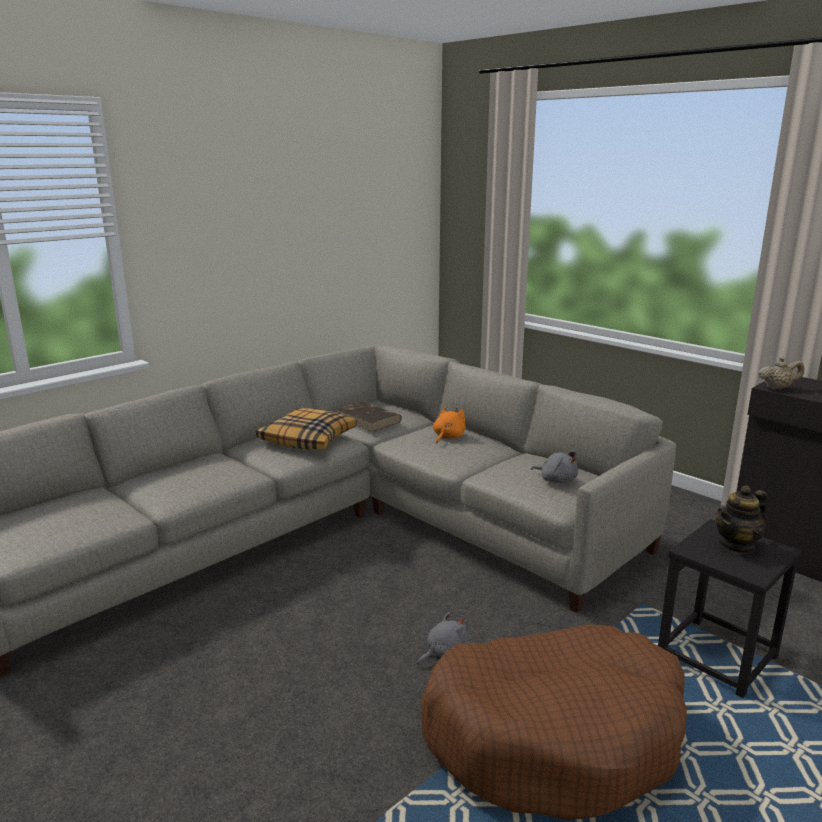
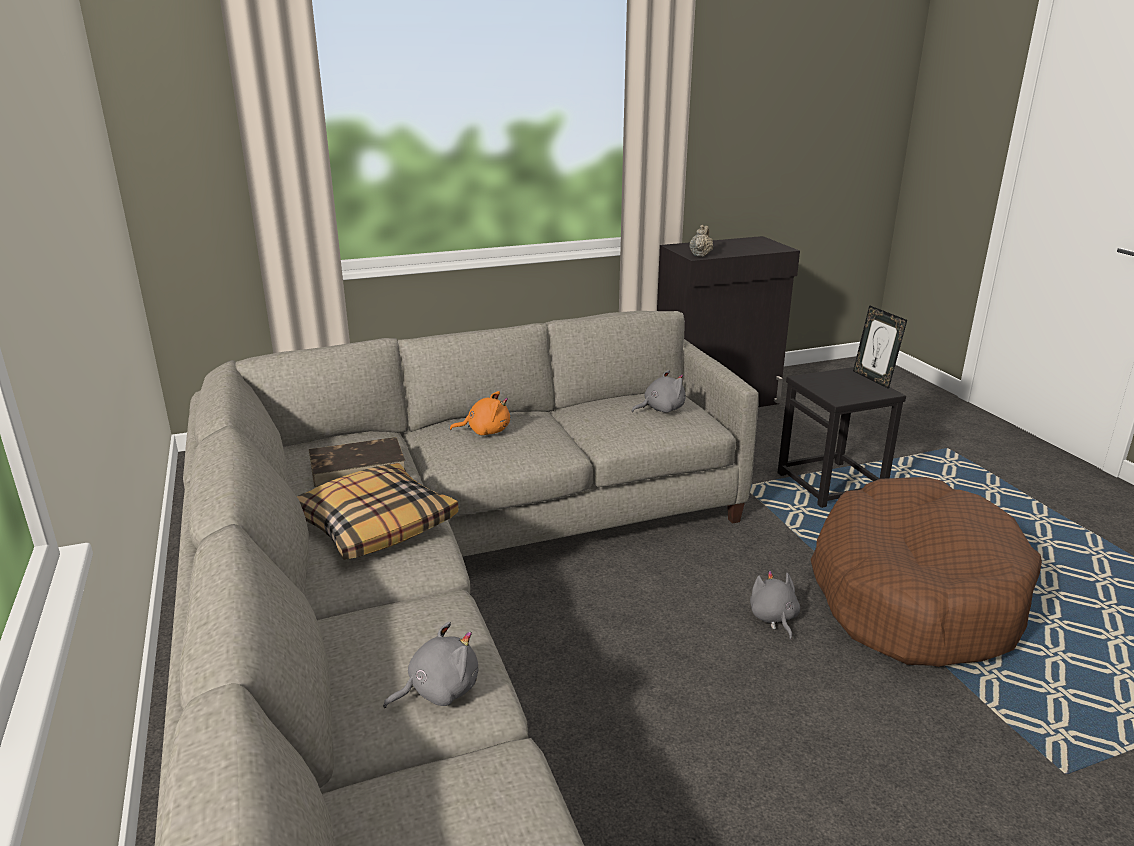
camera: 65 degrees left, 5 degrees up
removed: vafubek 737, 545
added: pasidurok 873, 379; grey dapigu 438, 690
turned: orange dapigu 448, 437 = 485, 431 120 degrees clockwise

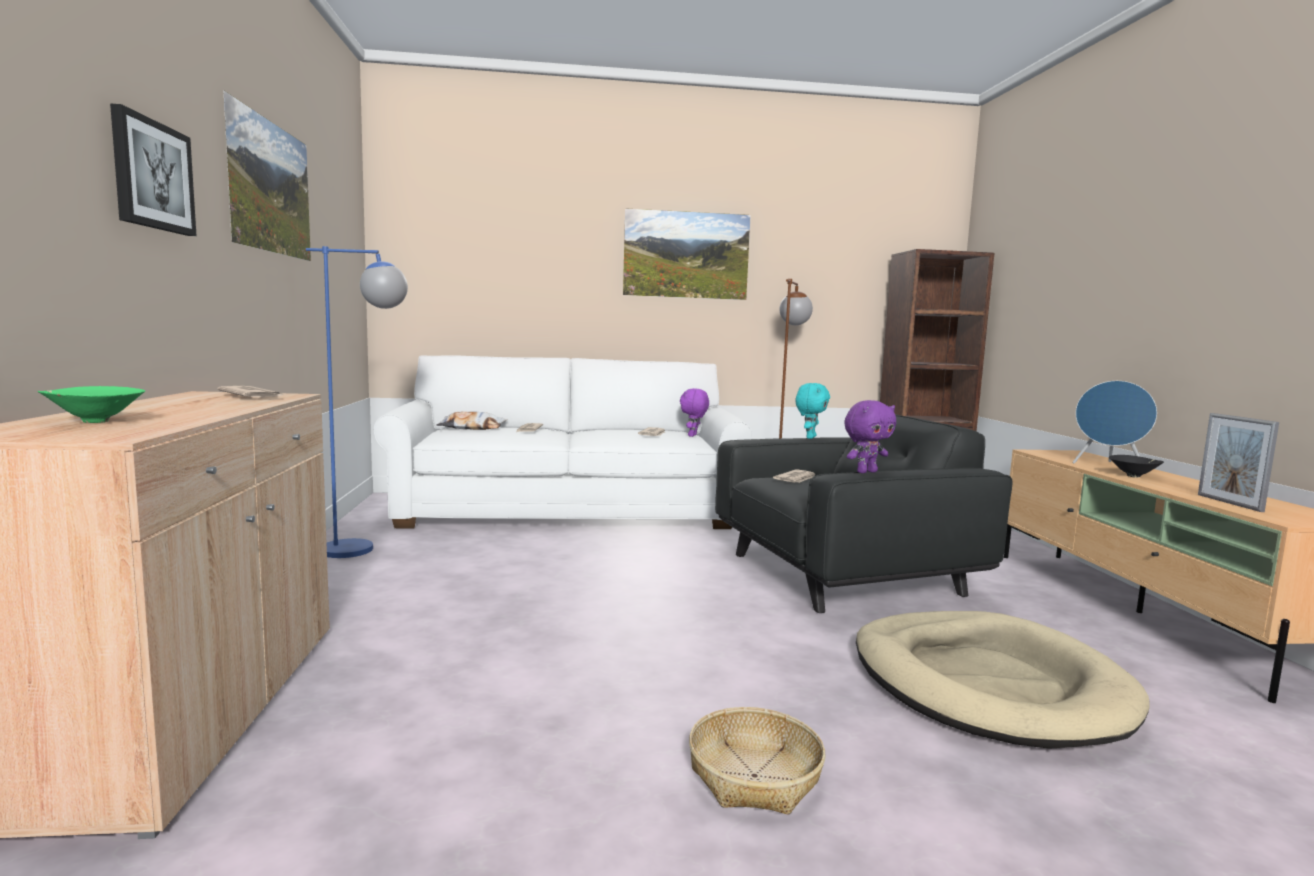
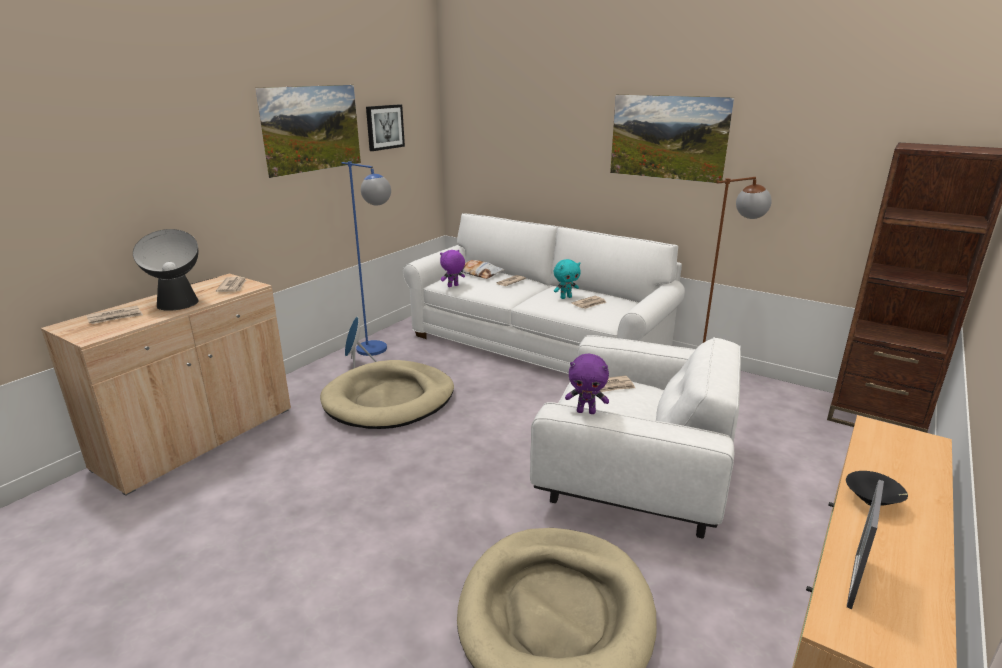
camera: 40 degrees right, 15 degrees up
removed: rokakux 755, 776
added: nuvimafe 179, 301; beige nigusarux 389, 399
moved: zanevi 152, 175 to 384, 127; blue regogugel 1108, 466 to 357, 366; turquoise dapigu 809, 437 to 565, 297; purple dapigu 693, 435 to 453, 286
replaced: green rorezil 93, 422 to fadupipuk 115, 317
recoloured: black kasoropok 842, 574 to white kasoropok 635, 474

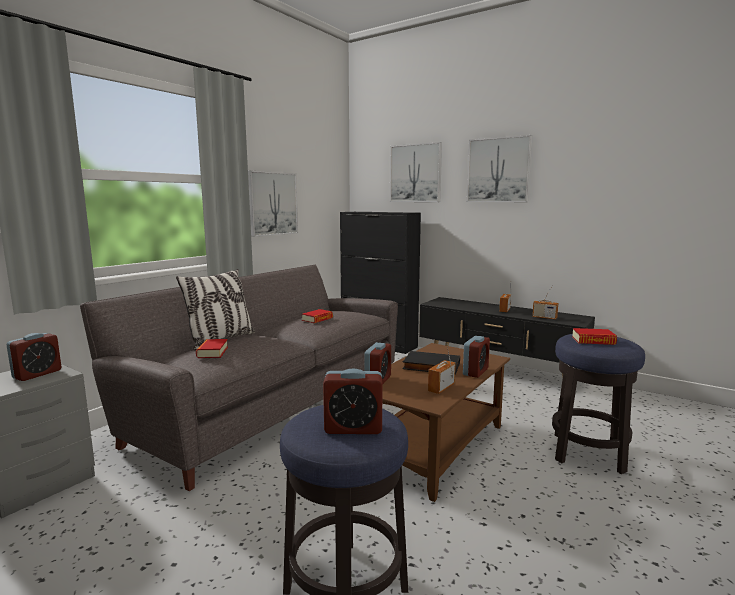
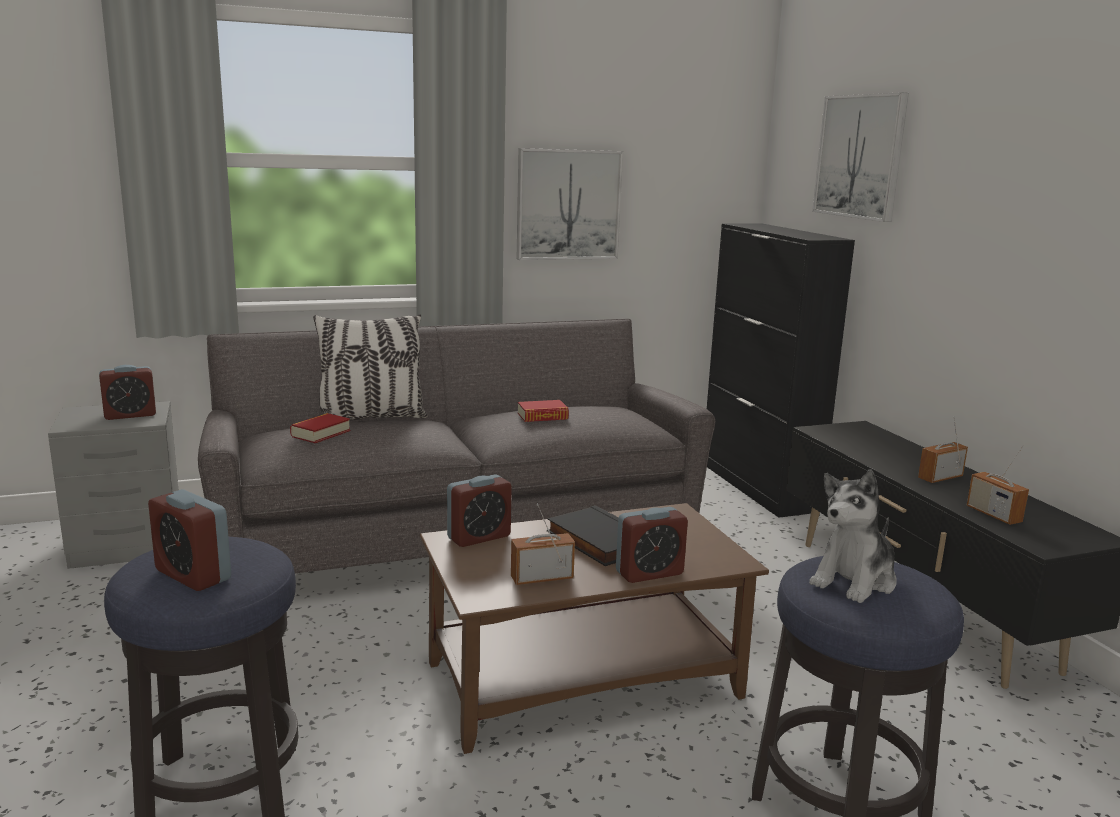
camera: 35 degrees right, 5 degrees up
removed: zanevi 498, 170
replaced: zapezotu 593, 341 to dapigu 854, 580

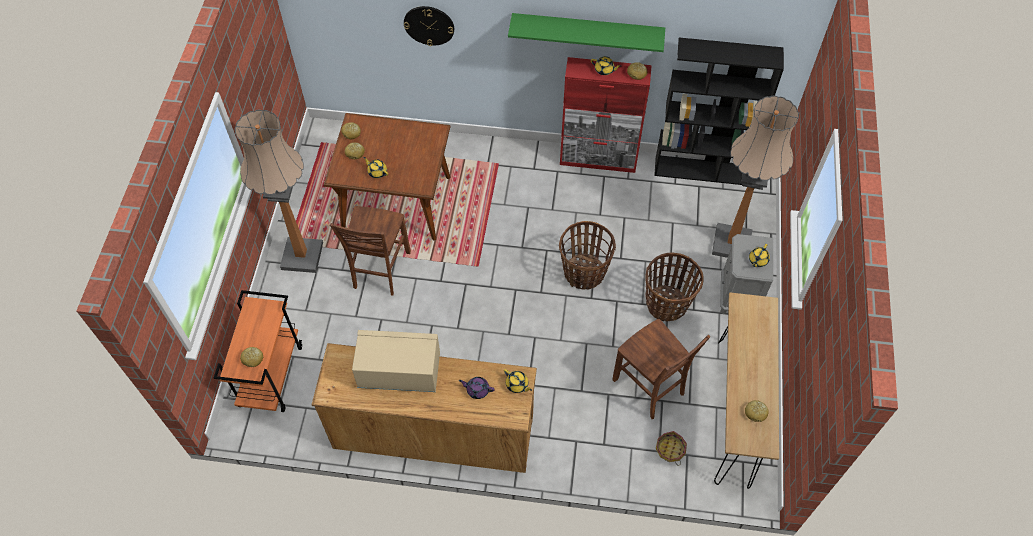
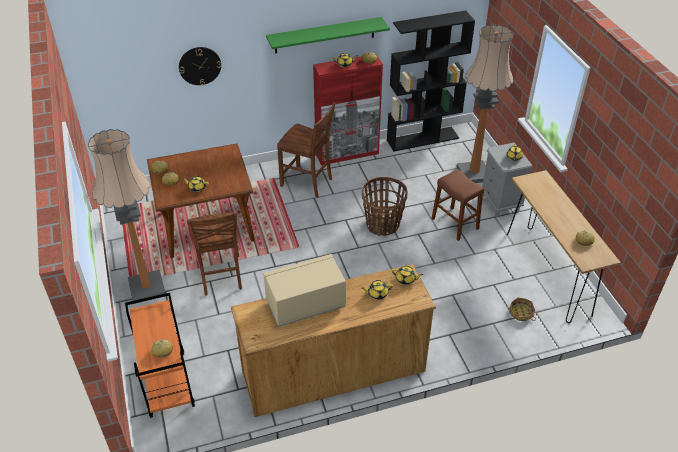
camera: 25 degrees left, 15 degrees down
moved: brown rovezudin 649, 387 to 307, 182
replaced: rokakux 667, 304 to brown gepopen 455, 223
recoloured: purple vafubek 477, 390 to yellow vafubek 377, 294

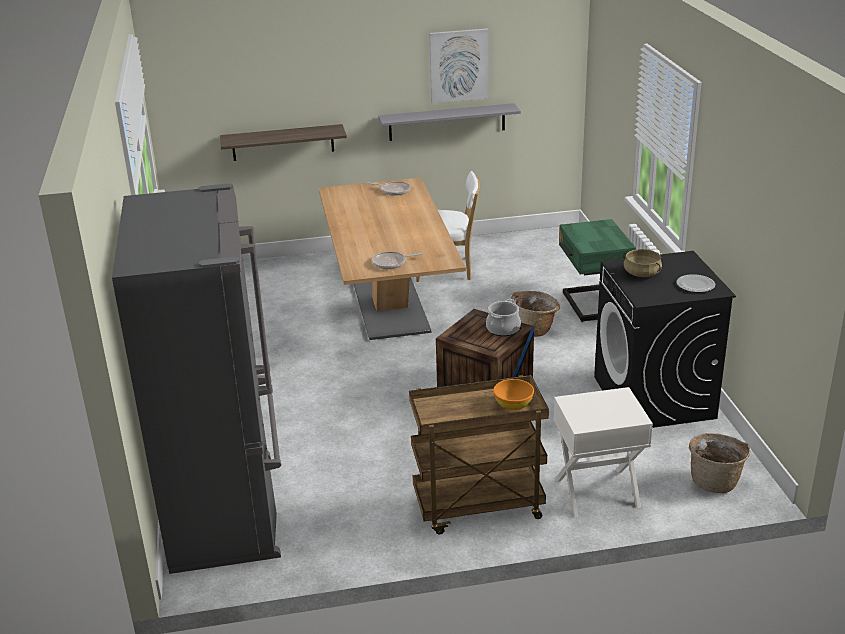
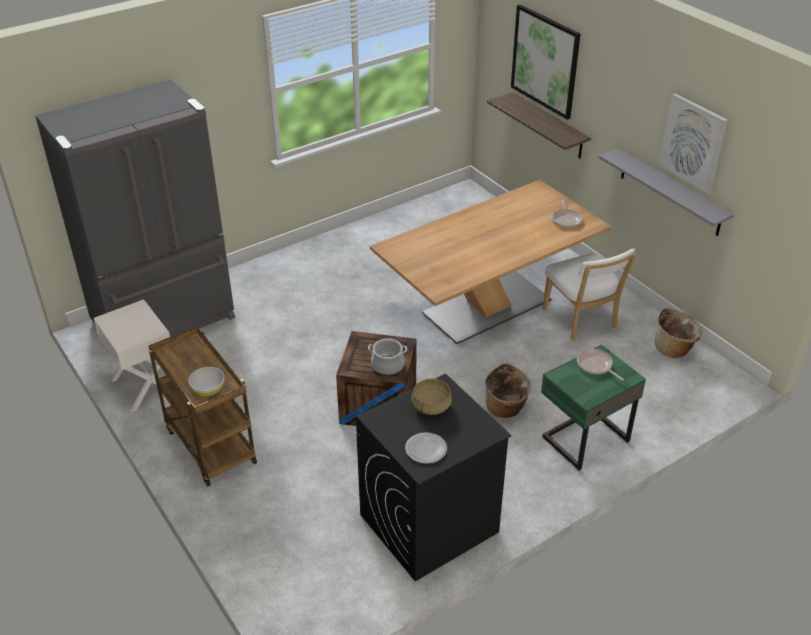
camera: 65 degrees right, 10 degrees up
added: zanevi 545, 61
moved: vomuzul 391, 263 to 595, 366; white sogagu 597, 493 to 144, 386; rokakux 715, 481 to 674, 349
recoloured: orange rorezil 513, 404 to white rorezil 208, 389

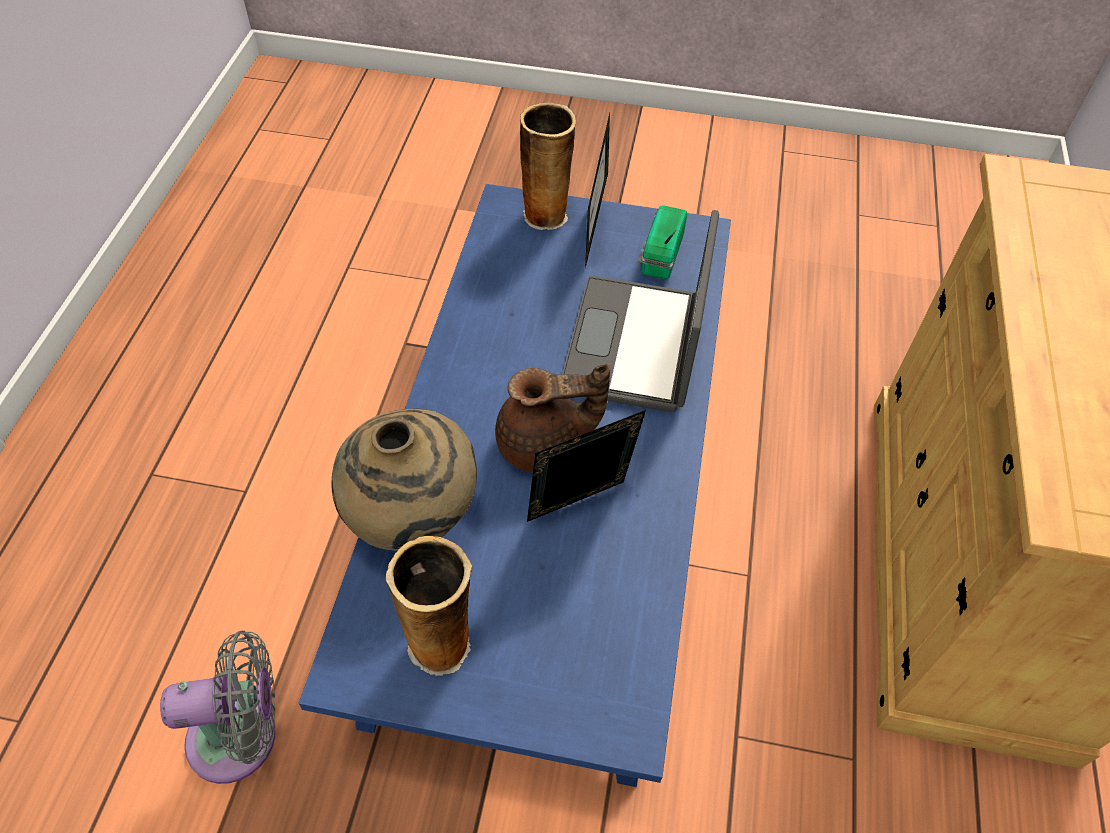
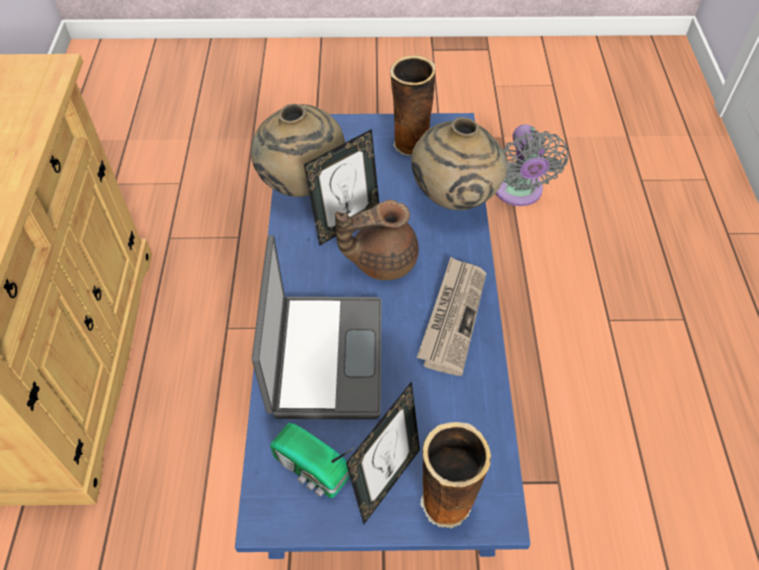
camera: 170 degrees right, 0 degrees up
added: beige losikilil 303, 187; fadupipuk 452, 316
turned: pasidurok 593, 237 = 386, 481 45 degrees clockwise; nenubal 659, 255 = 312, 470 120 degrees clockwise; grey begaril 242, 737 = 518, 192 75 degrees counterclockwise

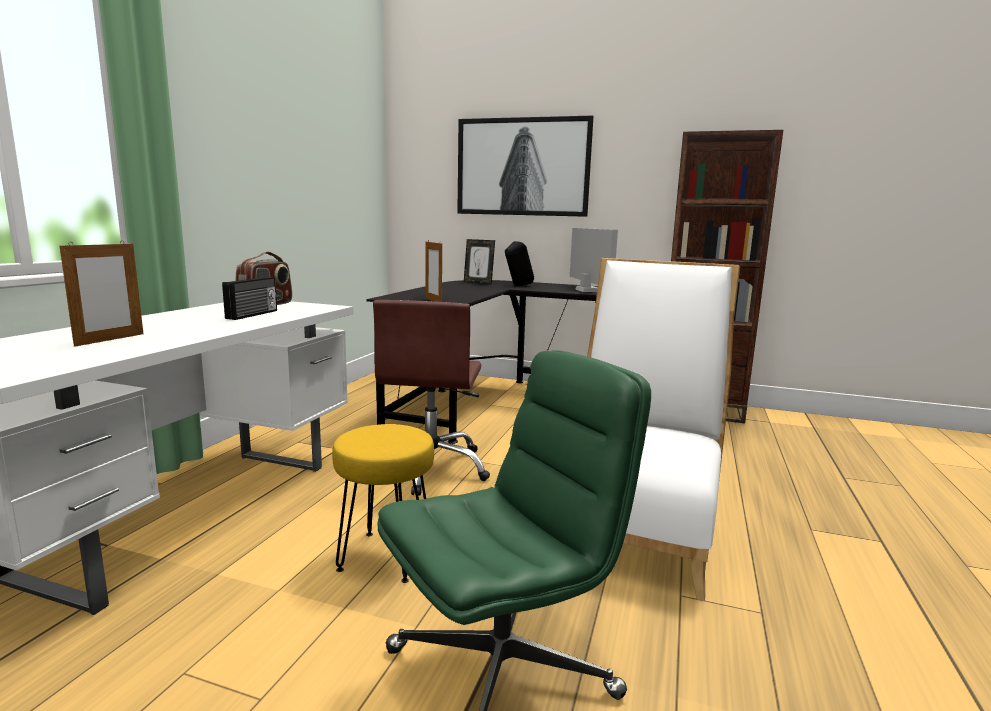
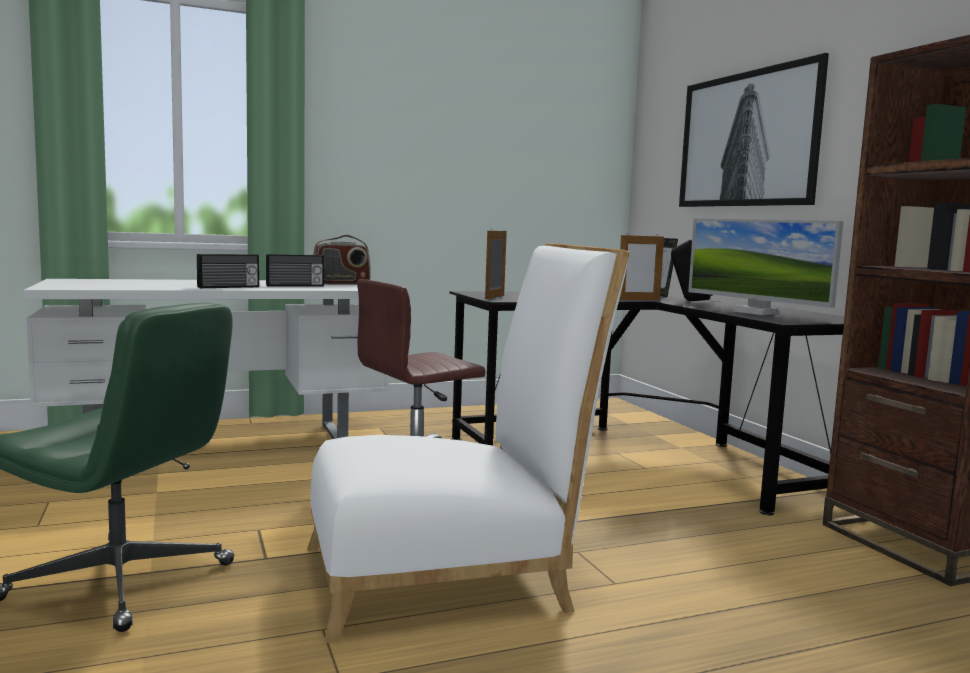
camera: 50 degrees right, 5 degrees down
removed: yellow gepopen 386, 556
added: nenubal 229, 287
moved: pasidurok 110, 339 to 638, 299
turned: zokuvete 588, 290 = 755, 312 105 degrees clockwise

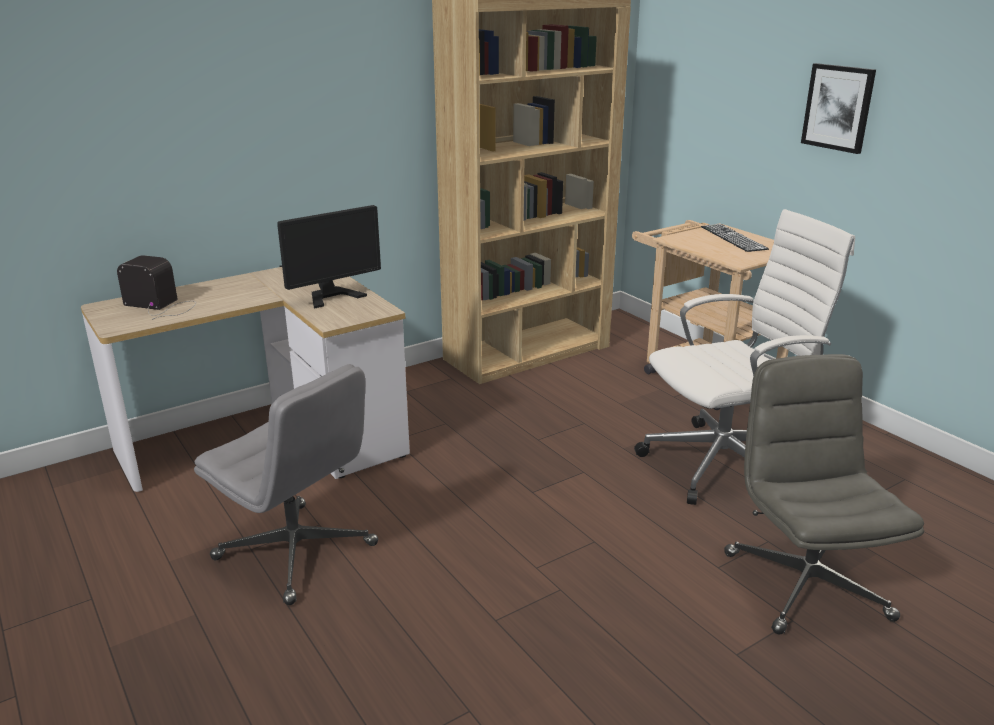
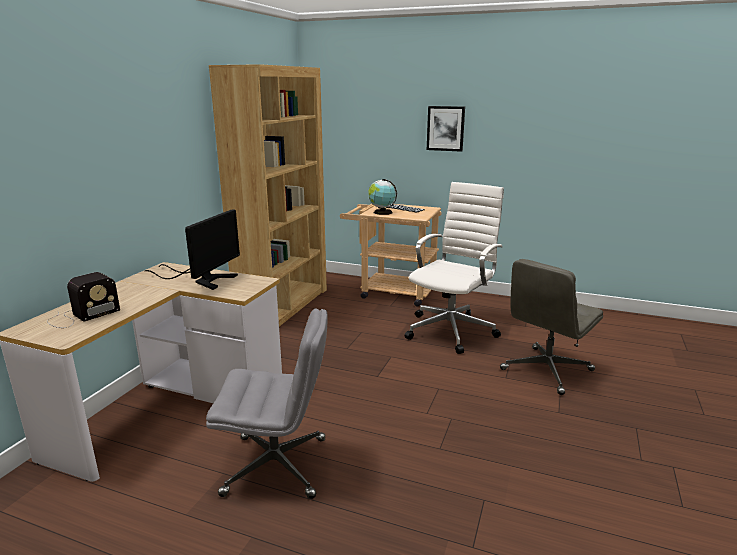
camera: 35 degrees left, 5 degrees down
added: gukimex 381, 212
turned: nenubal 162, 305 = 81, 316 150 degrees clockwise; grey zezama 804, 584 = 546, 370 90 degrees counterclockwise

